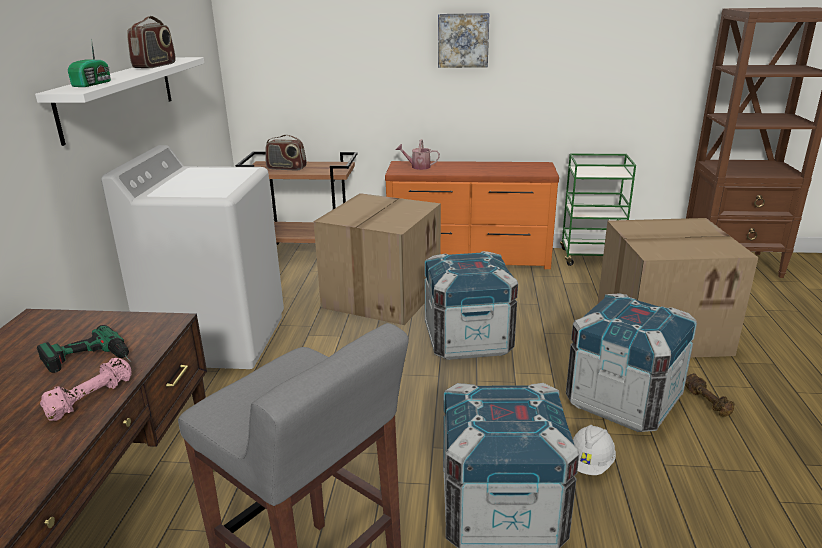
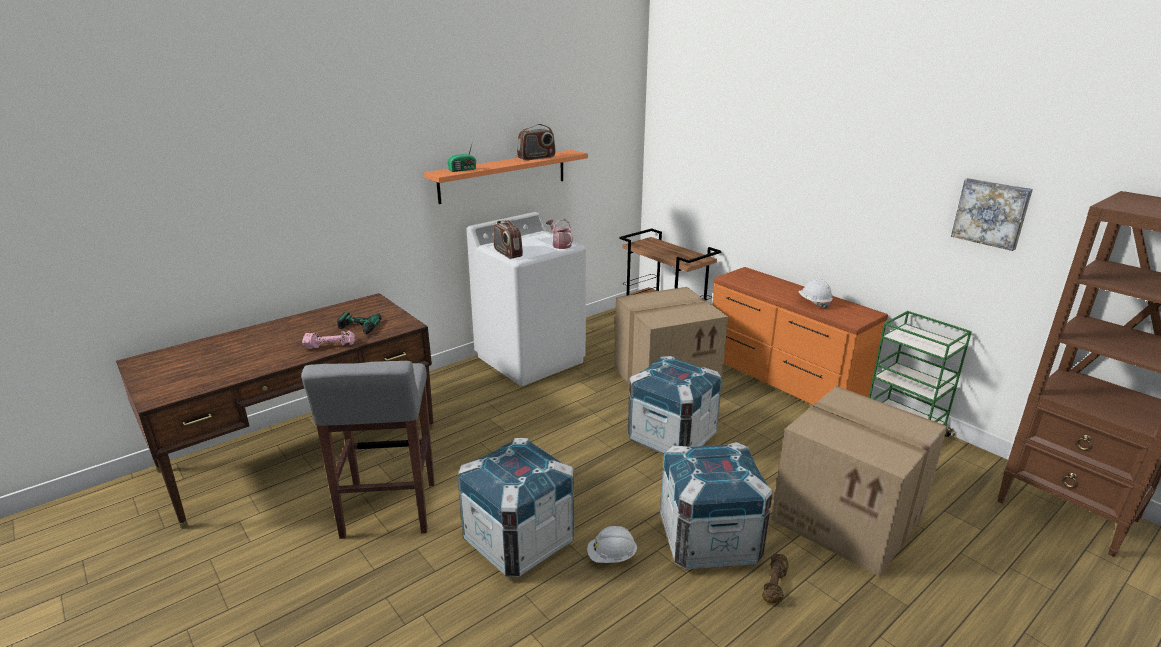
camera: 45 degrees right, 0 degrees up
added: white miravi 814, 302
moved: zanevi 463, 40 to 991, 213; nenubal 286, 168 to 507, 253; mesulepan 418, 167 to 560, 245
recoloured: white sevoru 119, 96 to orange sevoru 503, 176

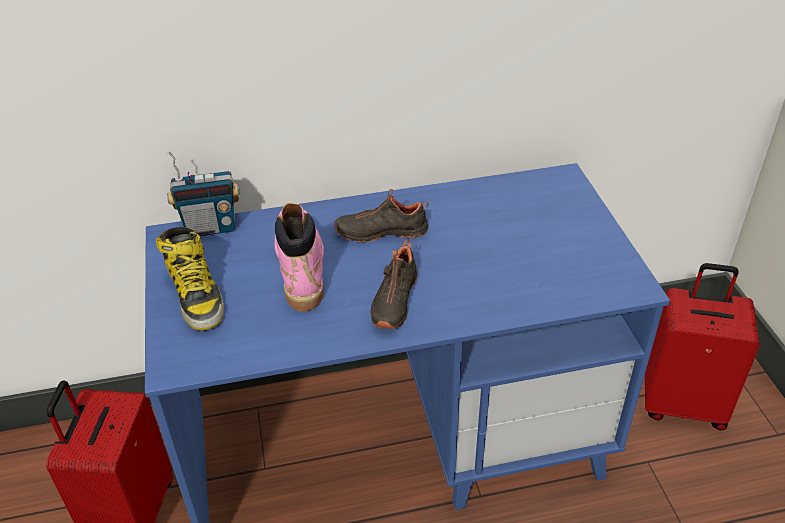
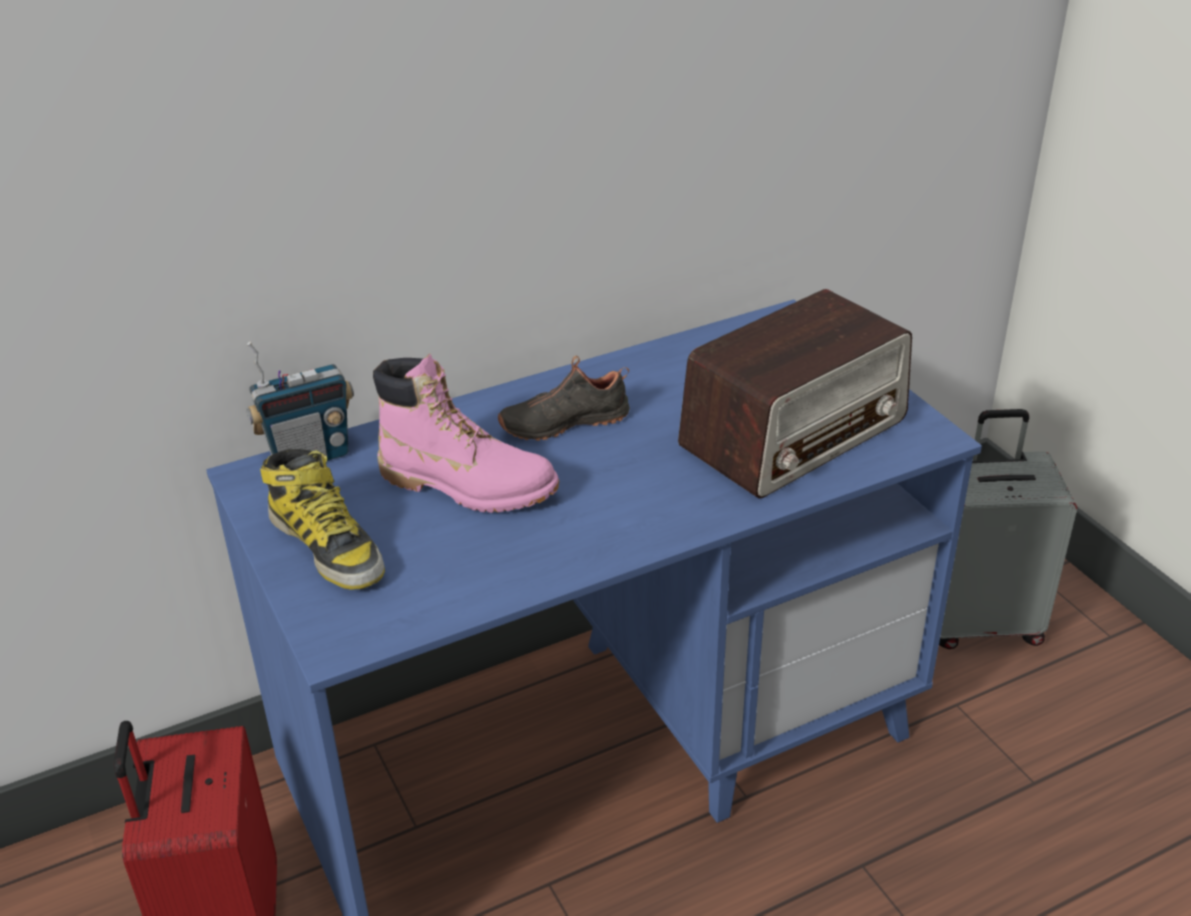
camera: 15 degrees left, 5 degrees down
removed: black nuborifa 393, 300
added: nenubal 794, 433
recoloured: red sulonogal 683, 403 to grey sulonogal 977, 621
turned: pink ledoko 300, 267 = 468, 485 135 degrees clockwise

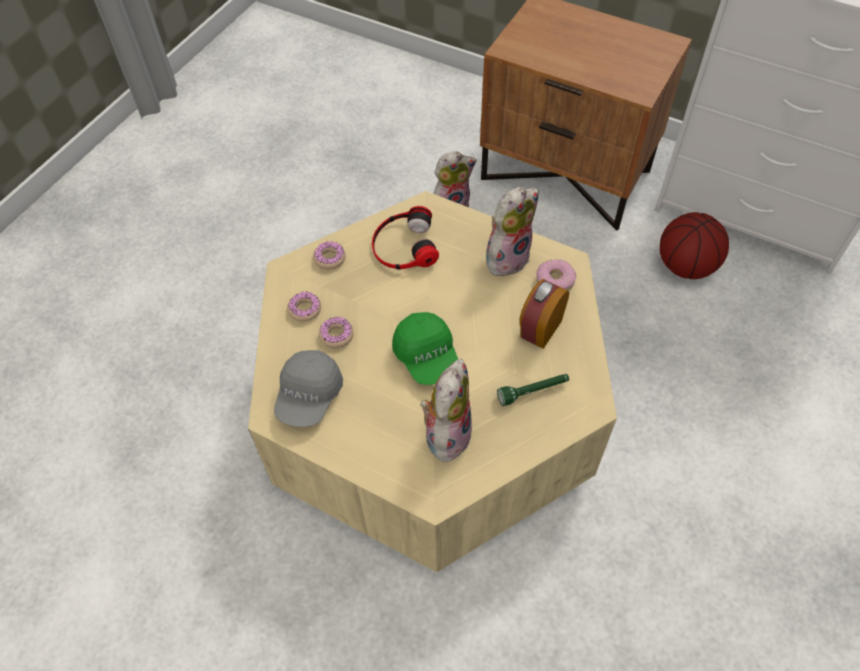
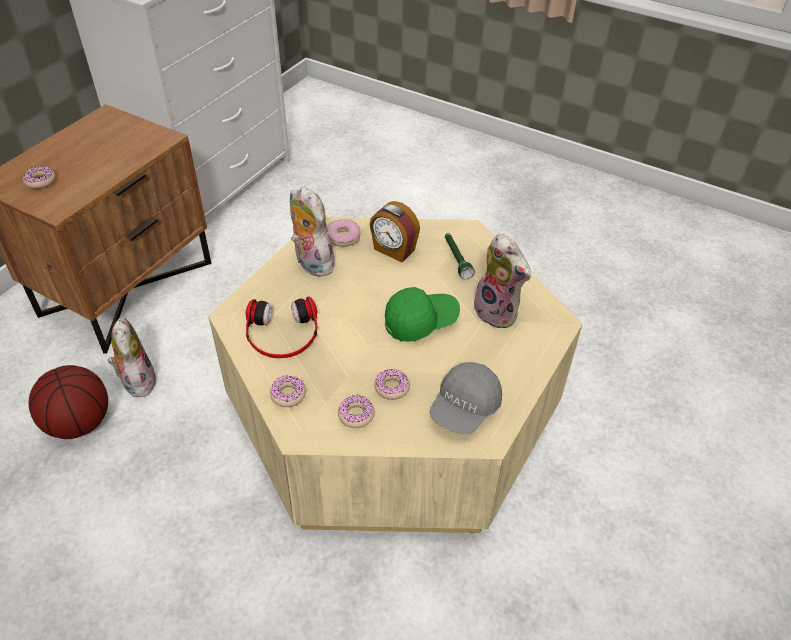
camera: 90 degrees left, 10 degrees down
added: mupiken 40, 181
moved: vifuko 685, 266 to 79, 424
turned: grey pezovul 309, 396 = 464, 408 105 degrees clockwise; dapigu 446, 433 = 498, 312 150 degrees counterclockwise

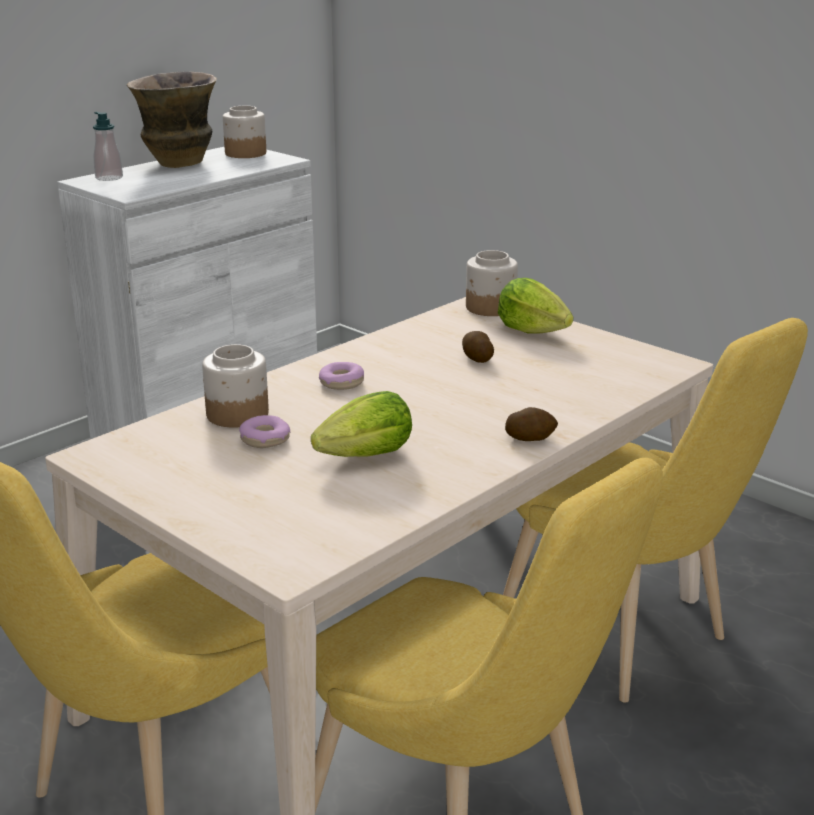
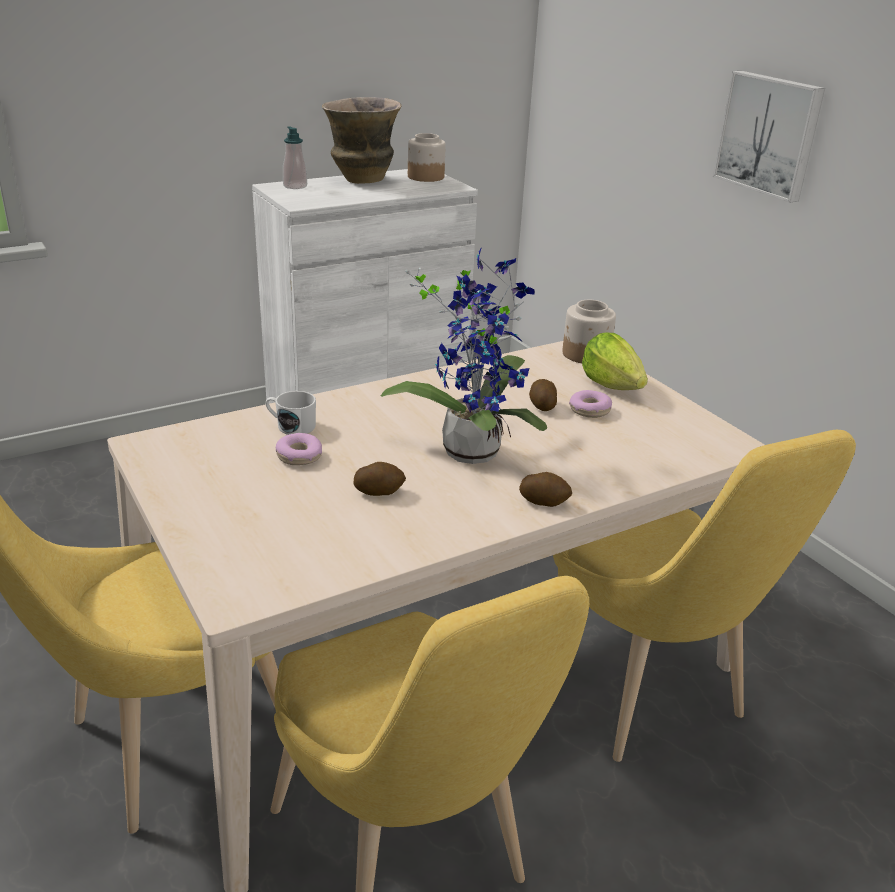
camera: 15 degrees right, 5 degrees up
added: zanevi 769, 135; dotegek 472, 447
moved: mupiken 341, 383 to 589, 410
replaced: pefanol 237, 414 to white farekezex 291, 426; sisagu 367, 456 to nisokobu 379, 491

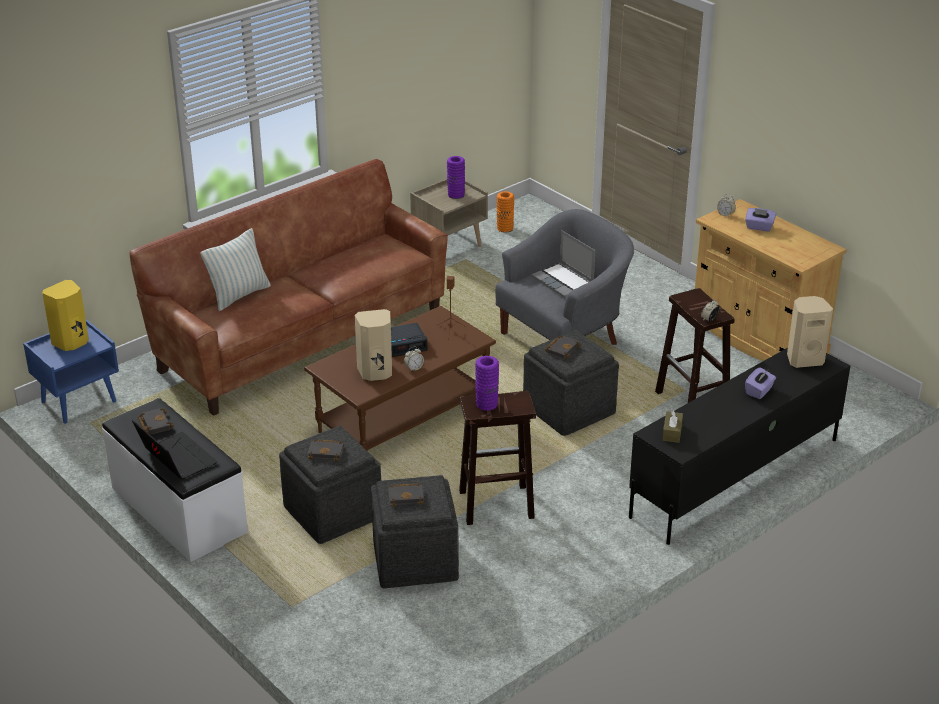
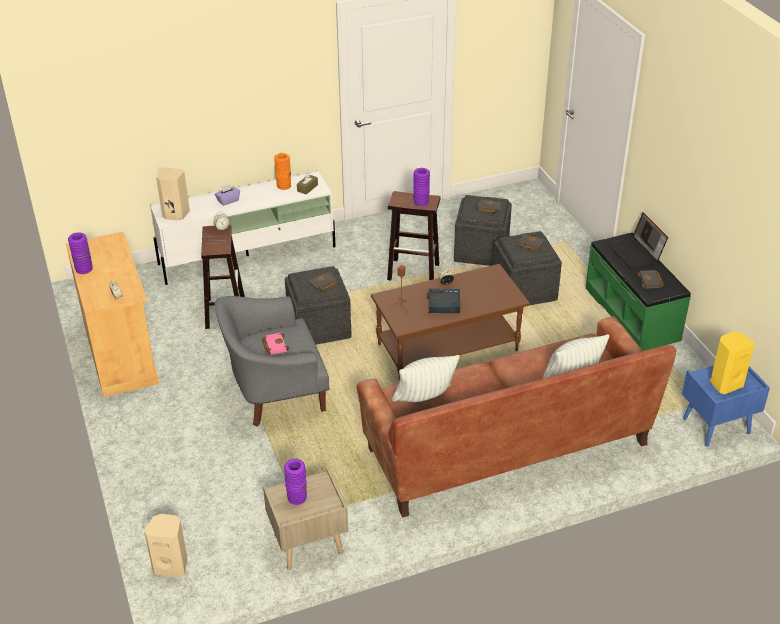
camera: 160 degrees left, 5 degrees up
removed: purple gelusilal 759, 227
added: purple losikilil 84, 269; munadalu 424, 398
moved: orange losikilil 505, 228 to 284, 186; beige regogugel 375, 373 to 171, 565
replaced: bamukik 563, 281 to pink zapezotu 274, 345
recoloured: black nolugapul 734, 478 to white nolugapul 248, 255; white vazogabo 177, 510 to green vazogabo 632, 313

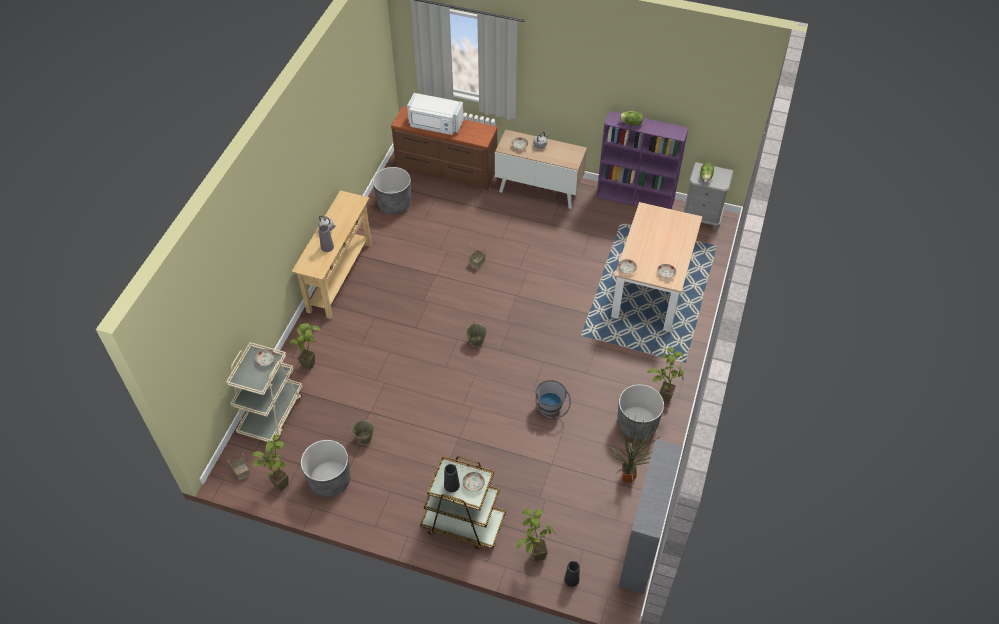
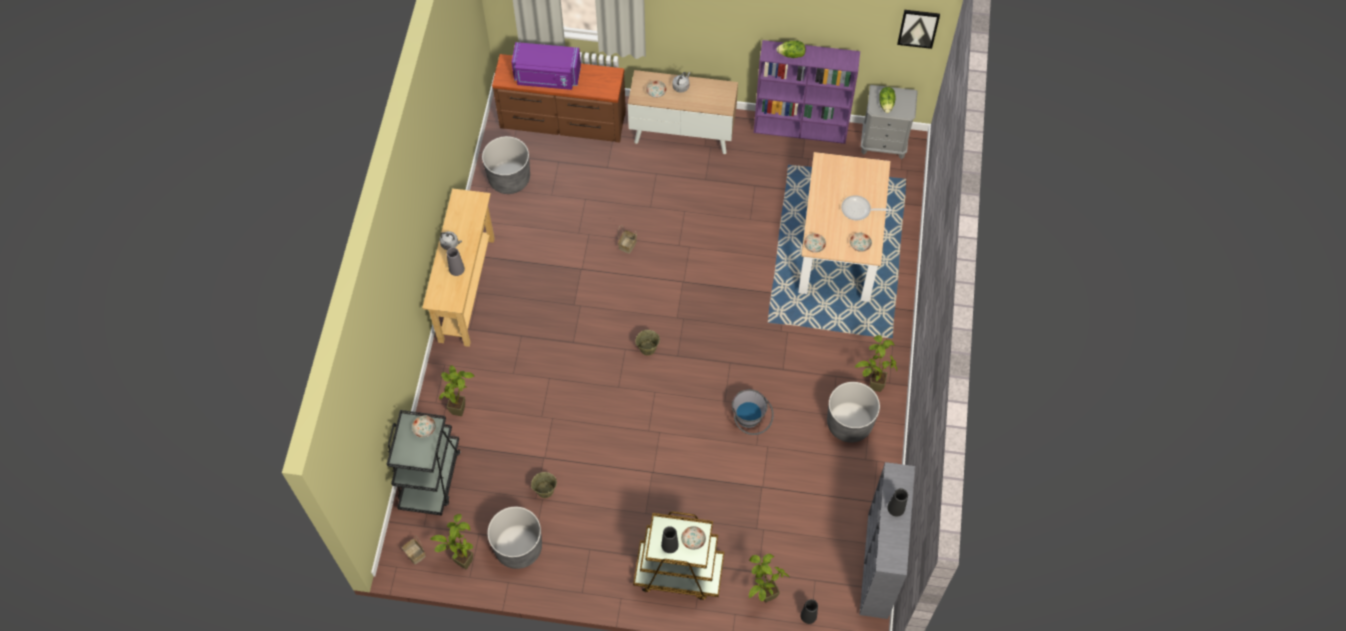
camera: 10 degrees left, 10 degrees up
removed: dotegek 628, 476
added: zanevi 918, 28; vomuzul 858, 210; black losikilil 896, 508
recoloured: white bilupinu 435, 125 to purple bilupinu 547, 77; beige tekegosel 271, 413 to black tekegosel 430, 477

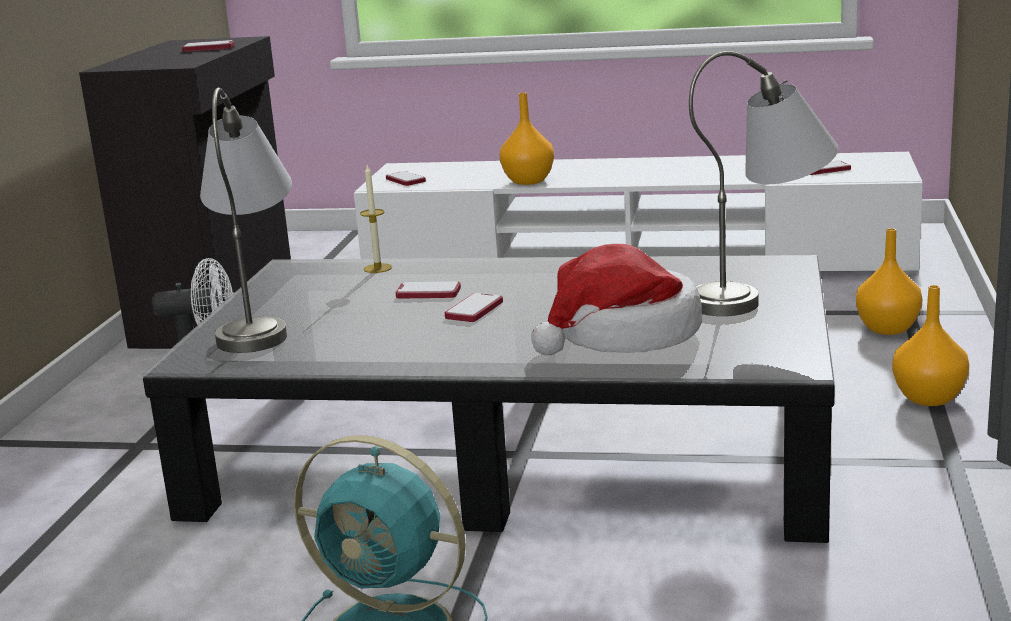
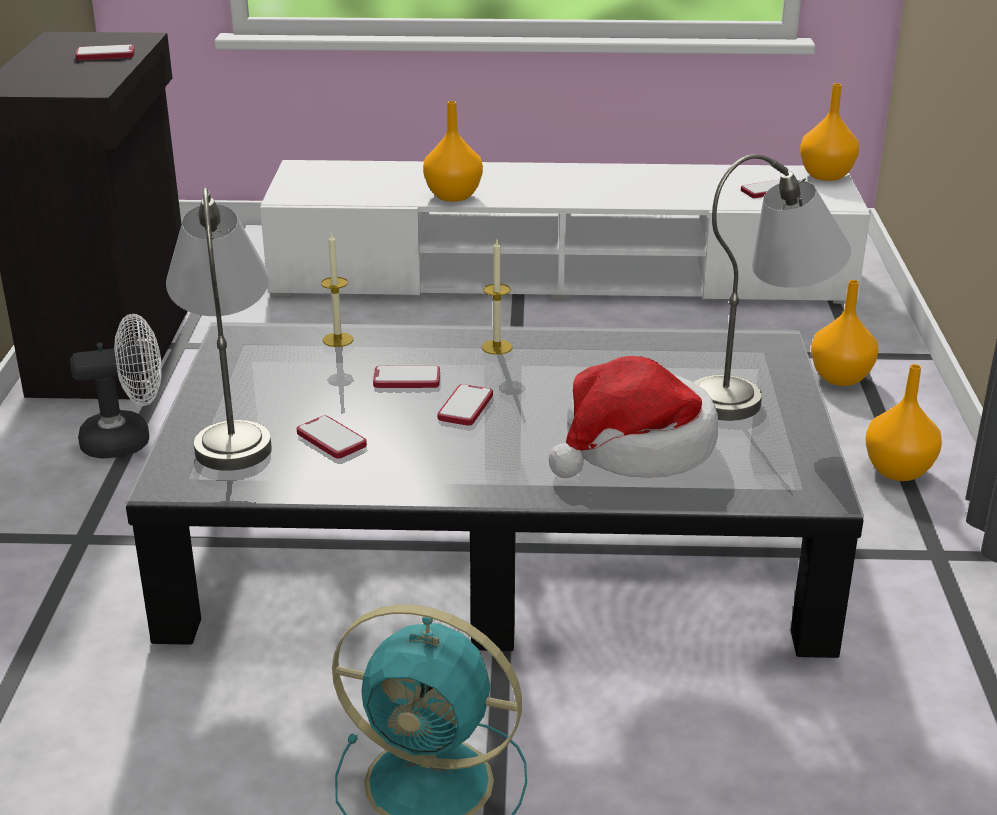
camera: 10 degrees left, 10 degrees up
added: orange losikilil 825, 175; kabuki 497, 347
moved: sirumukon 405, 180 to 331, 439

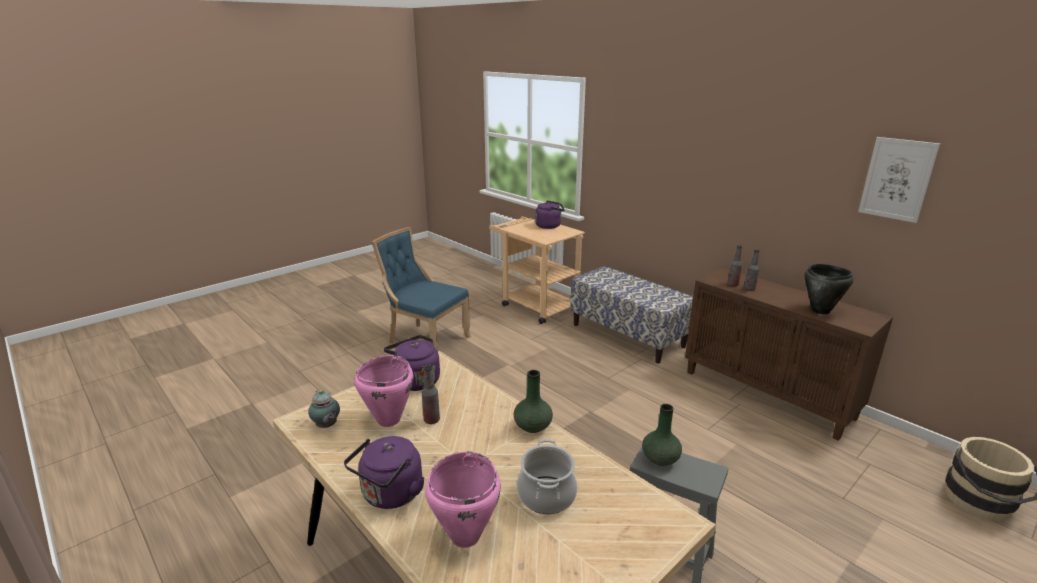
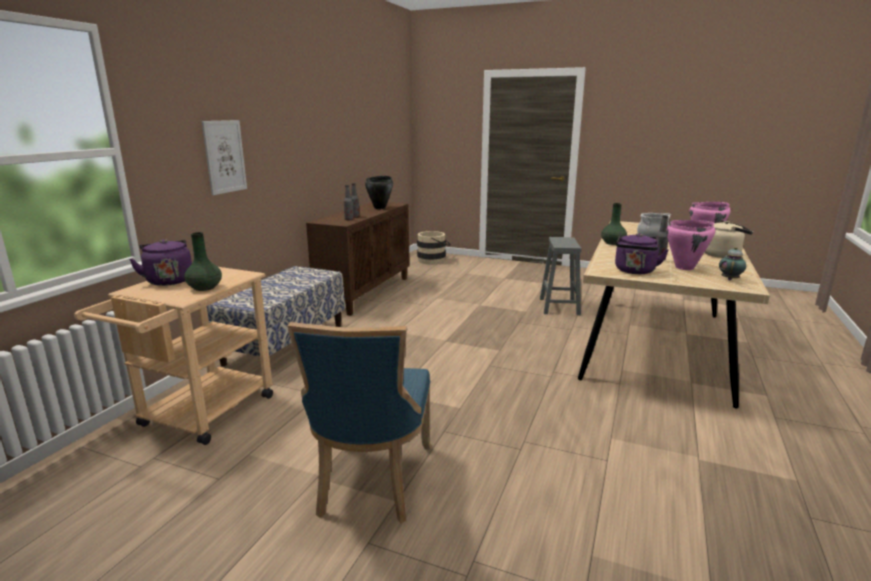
camera: 115 degrees left, 5 degrees down
moved: zanevi 897, 179 to 224, 157; green losikilil 661, 459 to 205, 287
recoloured: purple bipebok 390, 495 to beige bipebok 723, 255

